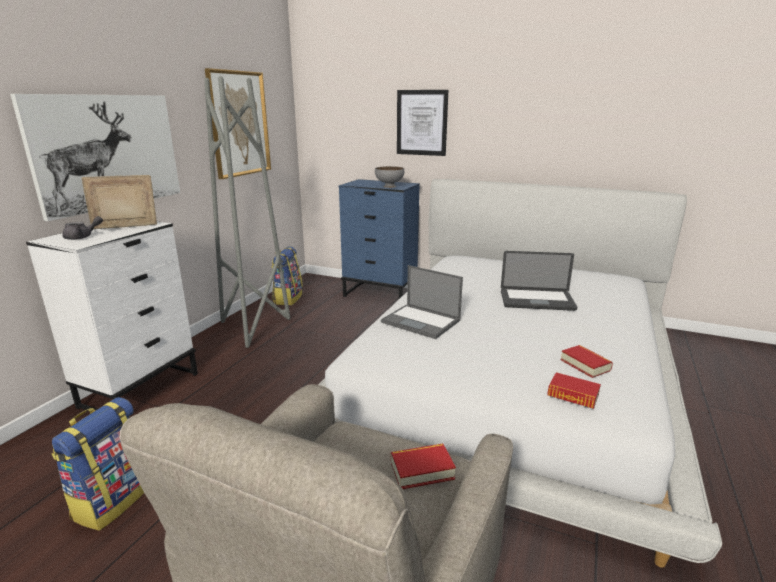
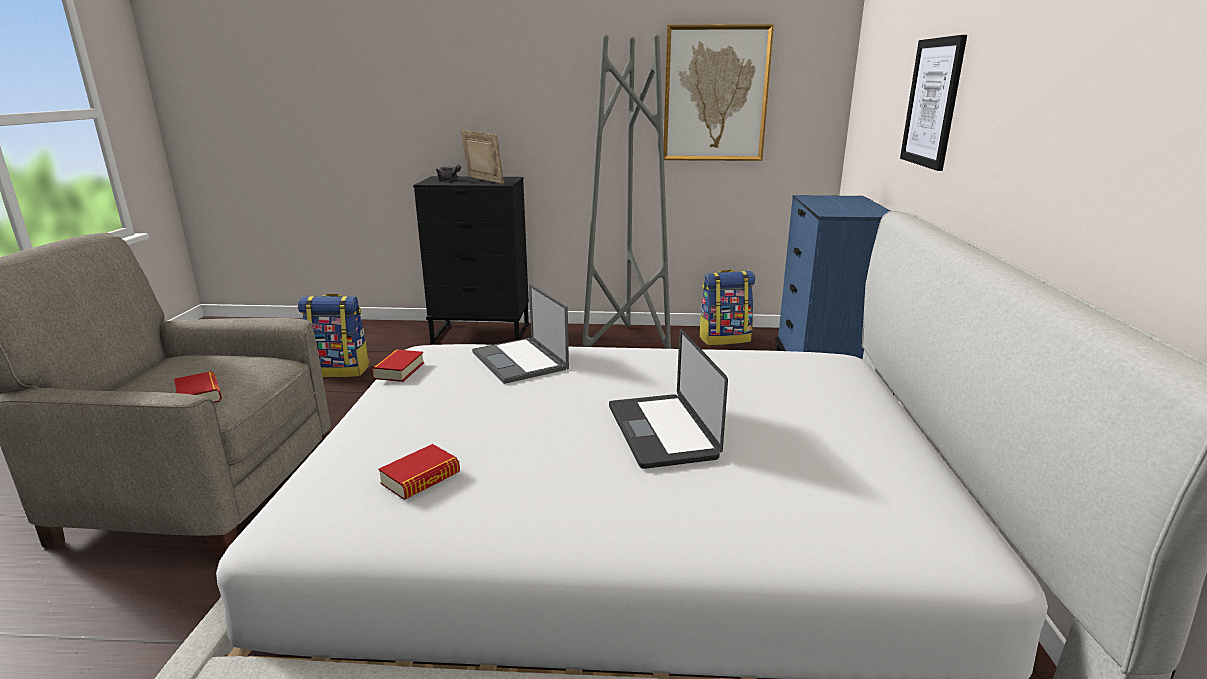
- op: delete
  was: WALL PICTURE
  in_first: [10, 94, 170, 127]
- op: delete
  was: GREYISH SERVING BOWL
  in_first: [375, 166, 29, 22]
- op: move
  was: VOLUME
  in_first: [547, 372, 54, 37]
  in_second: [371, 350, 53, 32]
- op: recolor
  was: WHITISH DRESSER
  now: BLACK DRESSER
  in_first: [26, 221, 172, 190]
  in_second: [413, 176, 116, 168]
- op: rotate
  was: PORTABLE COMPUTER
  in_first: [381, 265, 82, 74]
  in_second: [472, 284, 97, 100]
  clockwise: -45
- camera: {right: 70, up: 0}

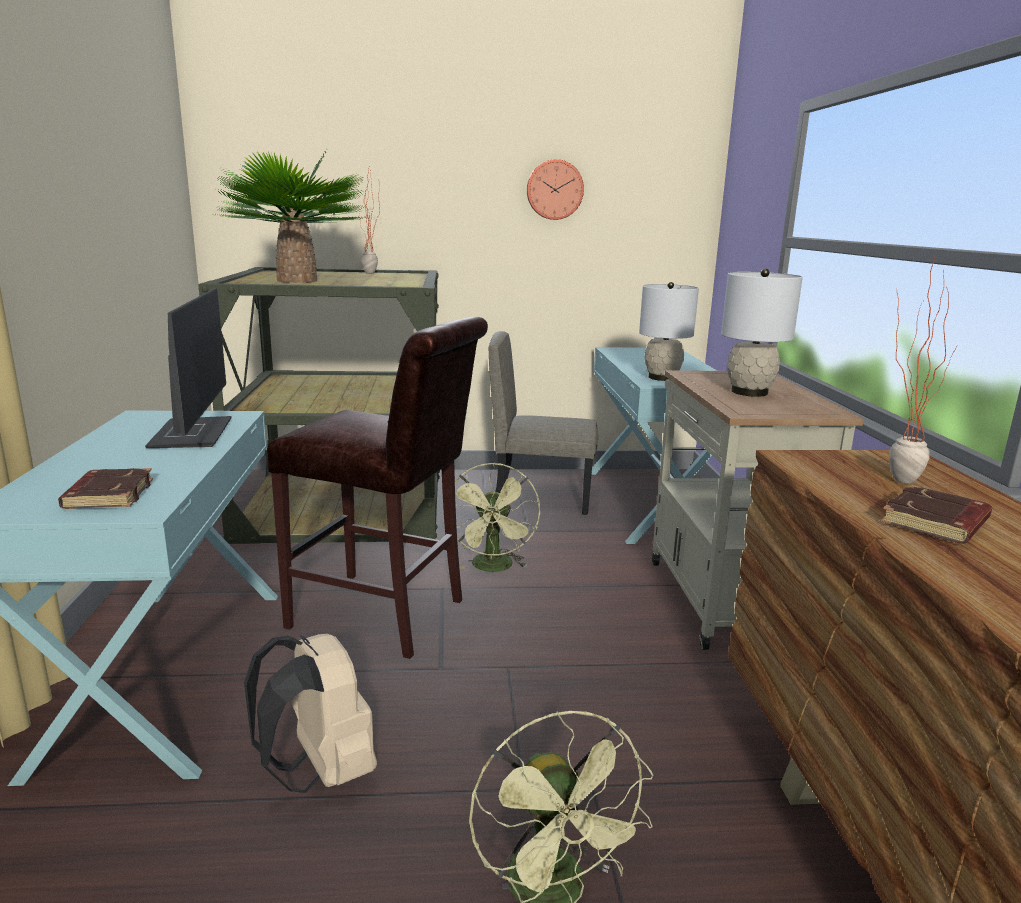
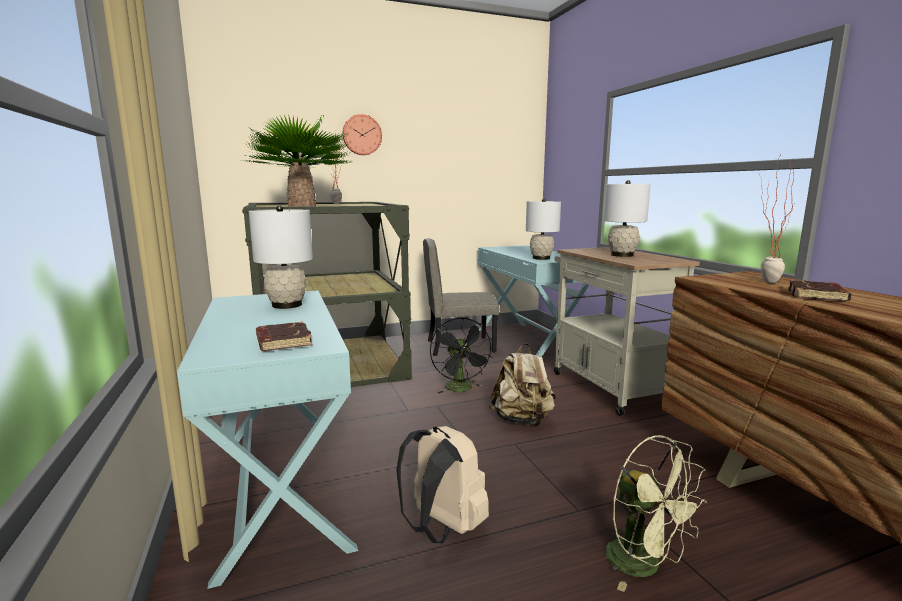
- op: delete
  was: BROWN STOOL SEAT
  in_first: [267, 317, 221, 342]
- op: insert
  now: BEIGE-COLOURED RUCKSACK
  in_second: [489, 343, 67, 83]
- op: move
  was: WALL CLOCK
  in_first: [527, 159, 57, 61]
  in_second: [343, 114, 39, 41]
- op: replace
  was: COMPUTER SCREEN
  now: WHITISH TABLE LAMP
  in_first: [145, 288, 87, 160]
  in_second: [249, 205, 64, 104]
- op: recolor
  was: GREENISH ELECTRIC FAN
  now: BLACK ELECTRIC FAN
  in_first: [455, 462, 85, 110]
  in_second: [430, 317, 63, 76]
- camera: {right: -15, up: -5}

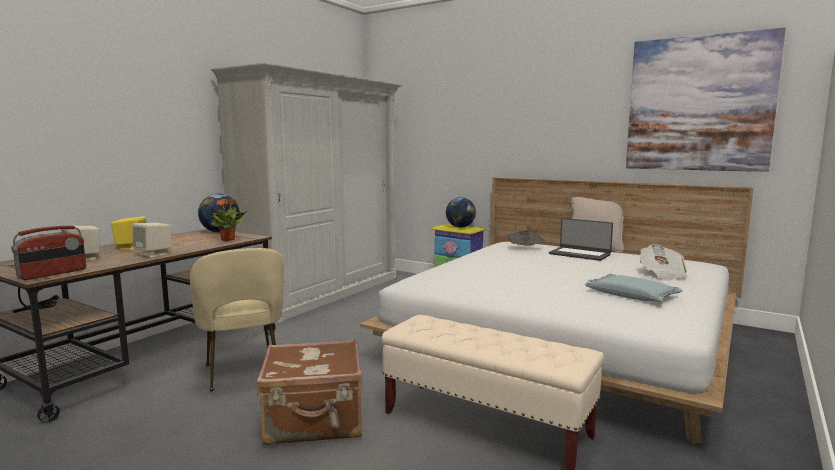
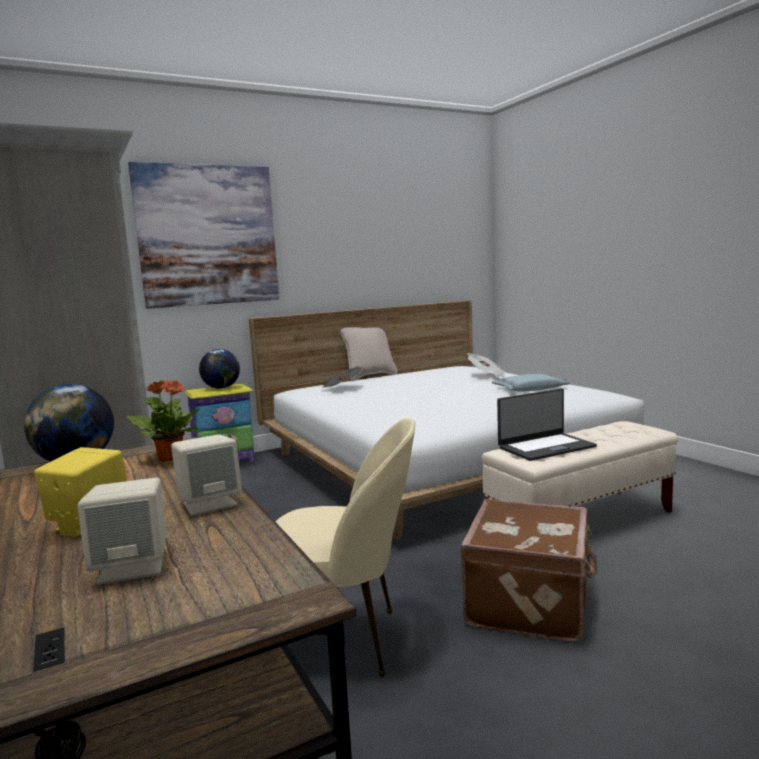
- op: delete
  was: RADIO RECEIVER
  in_first: [11, 226, 75, 54]
- op: move
  was: PORTABLE COMPUTER
  in_first: [549, 218, 64, 43]
  in_second: [497, 388, 100, 73]
- op: move
  was: WALL PICTURE
  in_first: [626, 27, 160, 145]
  in_second: [128, 162, 151, 147]
- camera: {right: -60, up: 0}

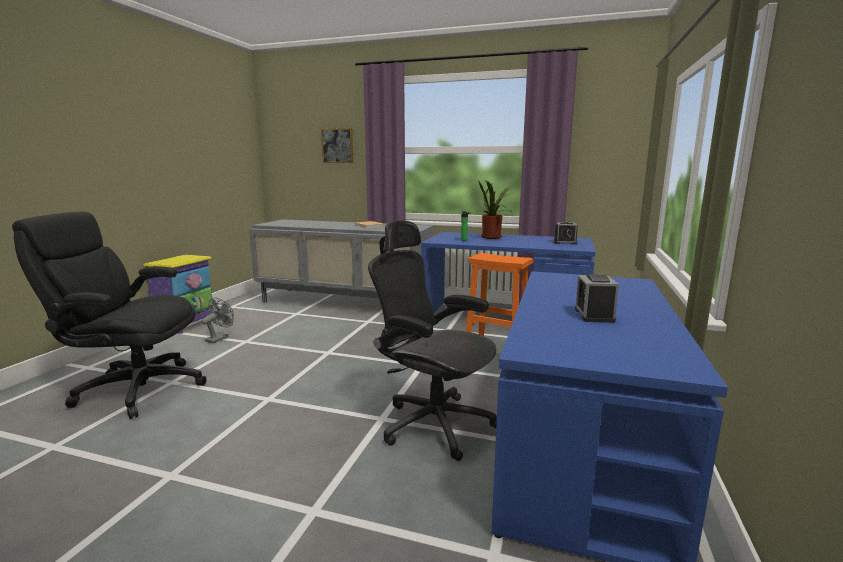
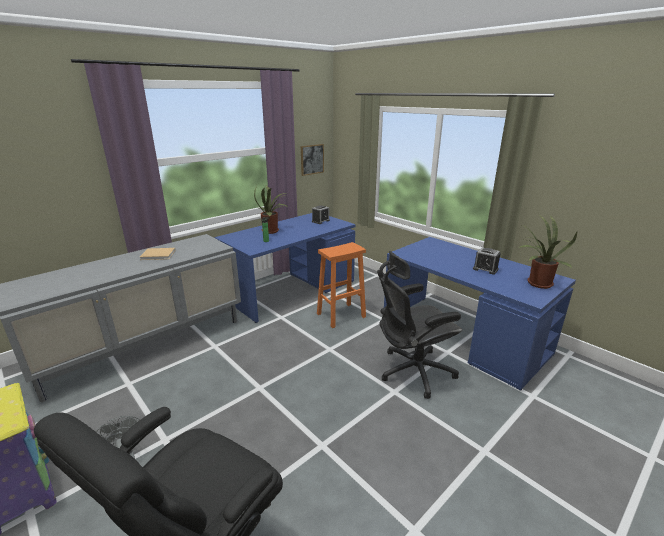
- op: insert
  now: PLANT IN A POT
  in_second: [518, 215, 60, 74]
- op: move
  was: WALL PICTURE
  in_first: [321, 128, 32, 35]
  in_second: [301, 144, 23, 32]
- camera: {right: -60, up: 10}

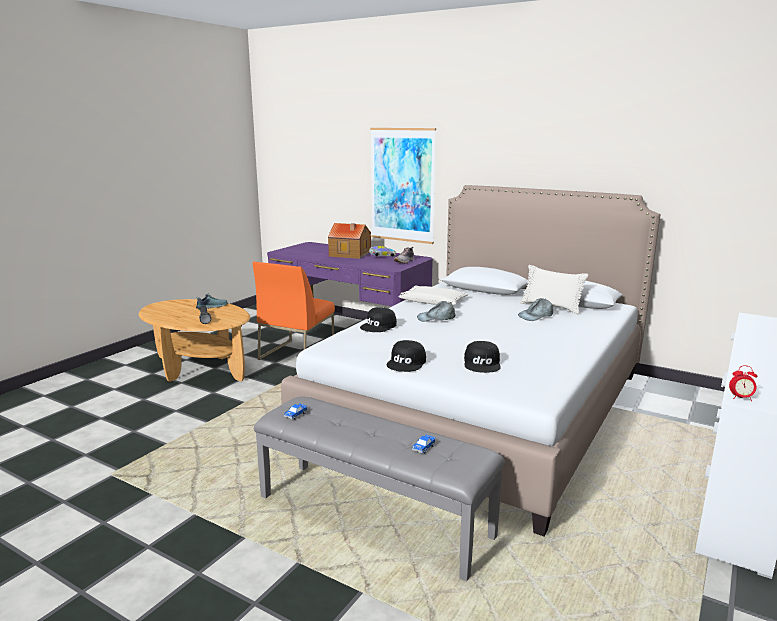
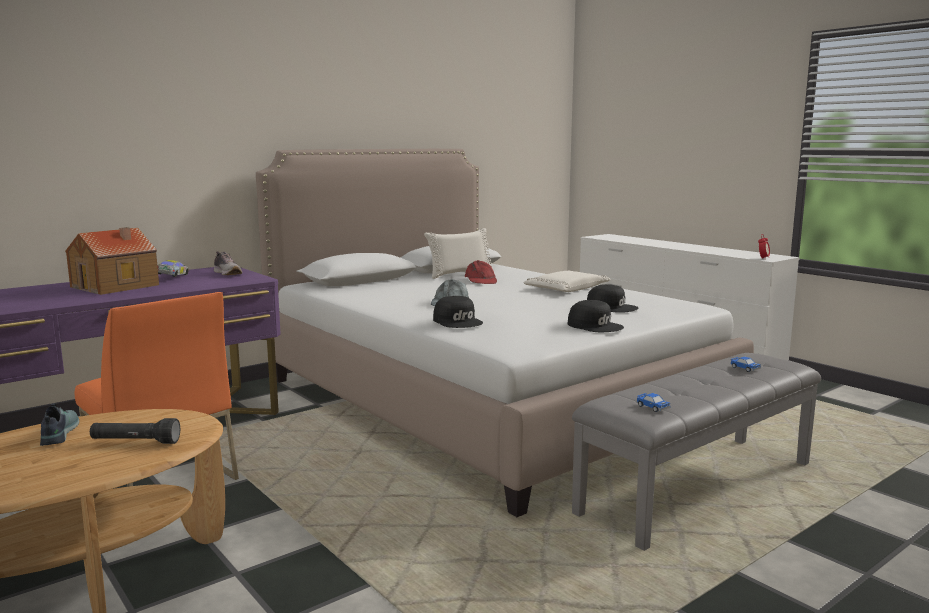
- op: delete
  was: WALL PICTURE
  in_first: [370, 128, 66, 116]
- op: move
  was: WHITISH PILLOW
  in_first: [399, 285, 69, 20]
  in_second: [524, 271, 86, 21]
- op: recolor
  was: GREYISH BASEBALL CAP
  now: RED BASEBALL CAP
  in_first: [518, 298, 35, 23]
  in_second: [465, 260, 32, 24]
- camera: {right: -70, up: -5}

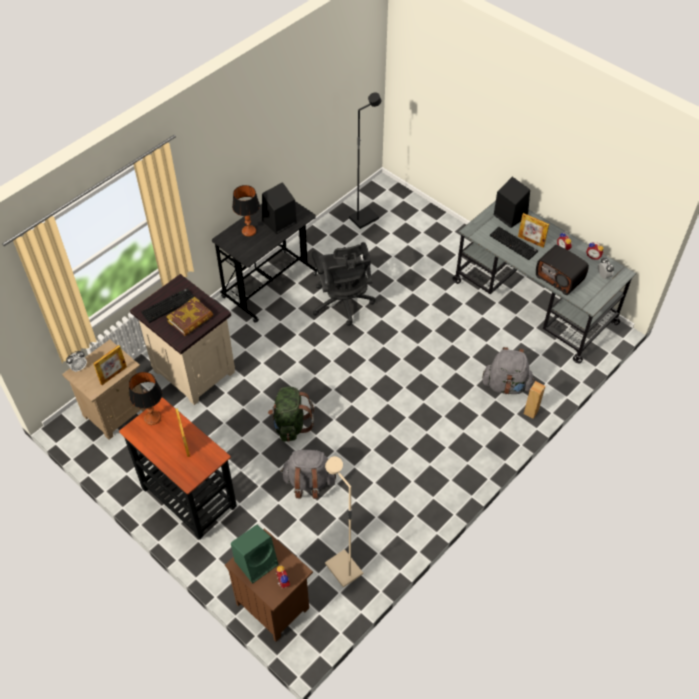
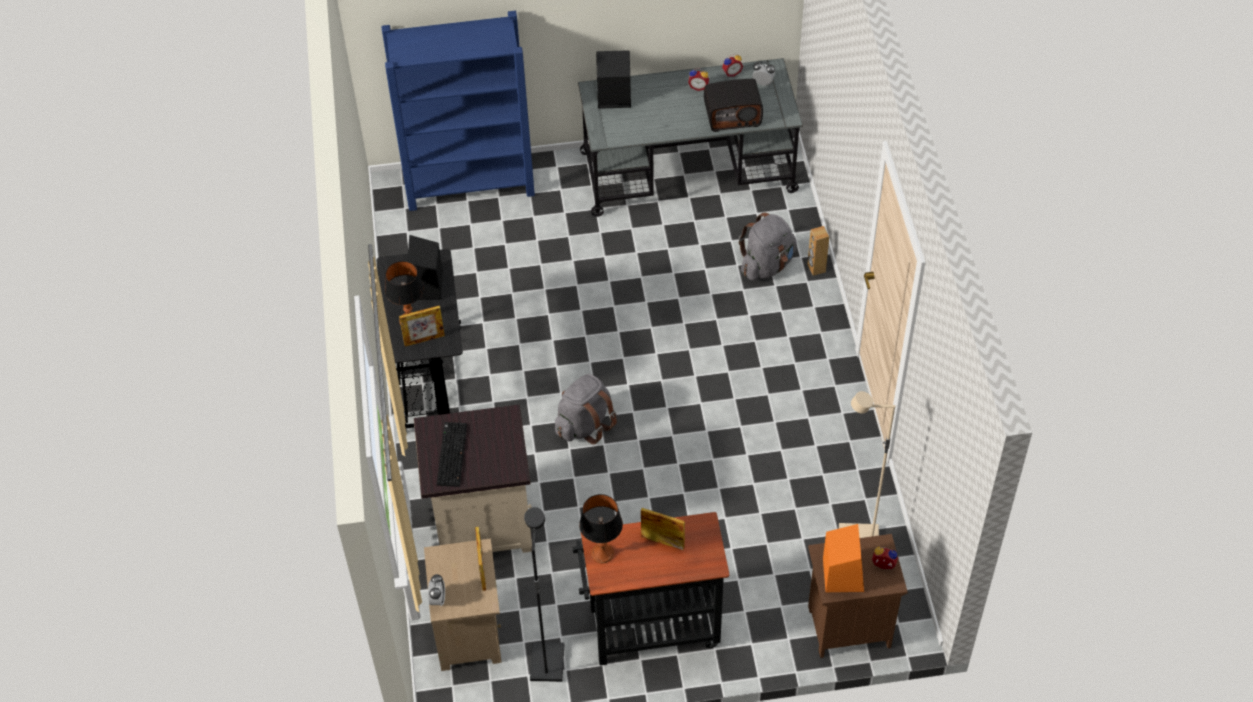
- op: delete
  was: VOLUME
  in_first: [166, 297, 47, 39]
- op: delete
  was: GREENISH RUCKSACK
  in_first: [268, 387, 46, 55]
- op: delete
  was: COMPUTER CHAIR
  in_first: [312, 242, 64, 84]
- op: delete
  was: PC KEYBOARD
  in_first: [490, 227, 48, 33]
- op: insert
  now: BLUISH BOOKSHELF
  in_second: [381, 11, 154, 200]
- op: move
  was: GREYISH RUCKSACK
  in_first: [281, 450, 55, 49]
  in_second: [555, 374, 62, 70]
- op: move
  was: BLACK STANDARD LAMP
  in_first: [349, 93, 32, 136]
  in_second: [524, 507, 40, 175]
- op: move
  was: PICTURE FRAME
  in_first: [518, 213, 31, 34]
  in_second: [399, 305, 46, 42]
- op: recolor
  was: GREENISH SPEAKER
  now: ORANGE SPEAKER
  in_first: [231, 525, 47, 59]
  in_second: [823, 524, 41, 68]
- camera: {right: -50, up: 0}

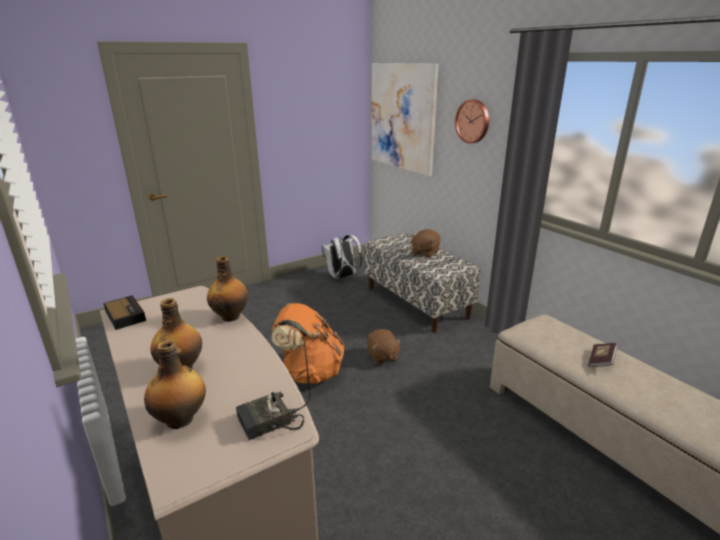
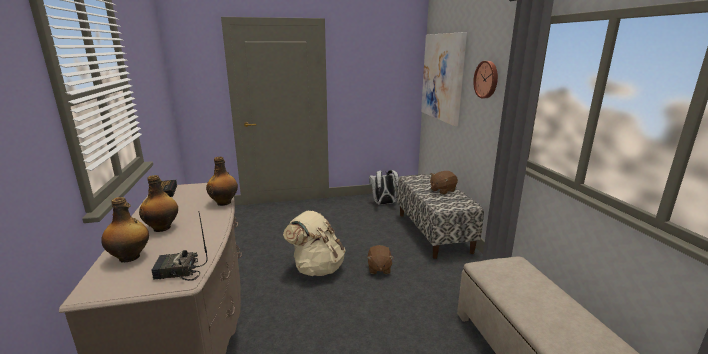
- op: delete
  was: VOLUME
  in_first: [588, 343, 30, 24]
- op: recolor
  was: ORANGE RUCKSACK
  now: BEIGE-COLOURED RUCKSACK
  in_first: [272, 303, 73, 81]
  in_second: [283, 210, 62, 66]
- camera: {right: 20, up: -5}

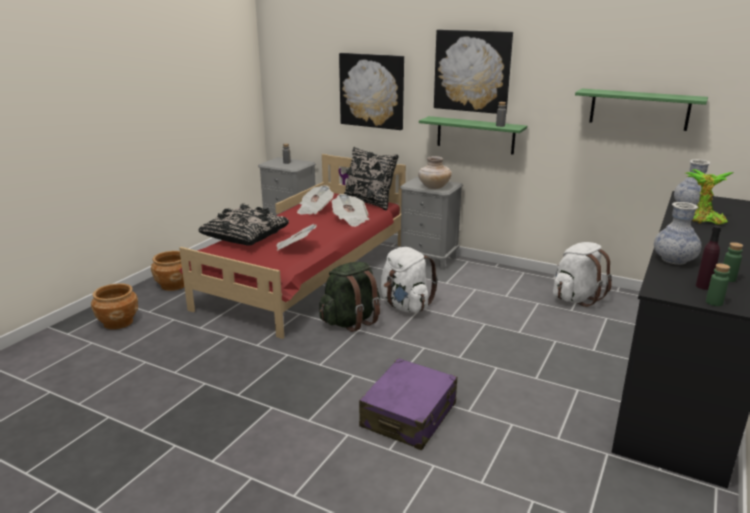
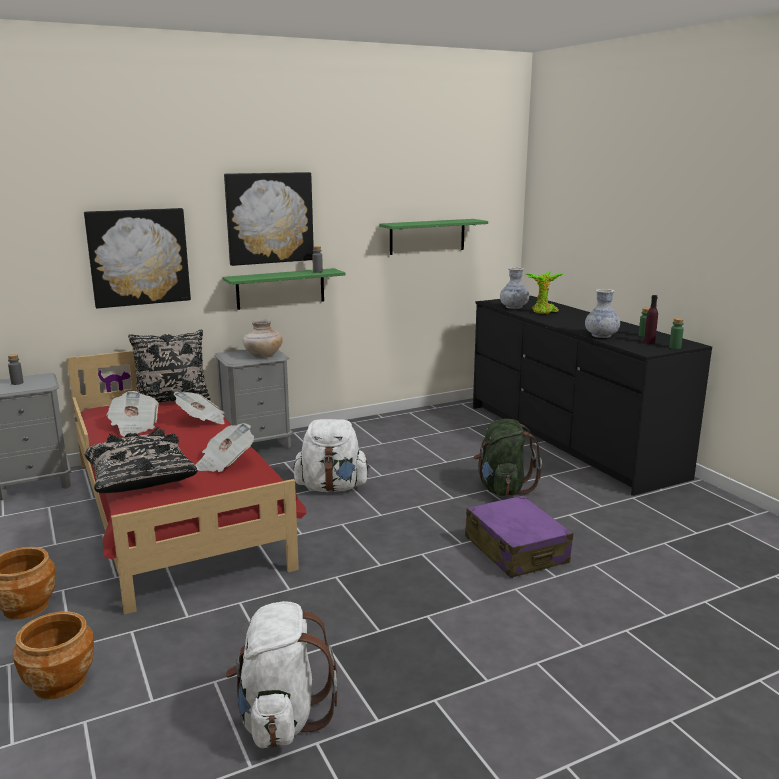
- op: move
  was: GREENISH RUCKSACK
  in_first: [319, 262, 61, 70]
  in_second: [473, 419, 69, 77]
- op: move
  was: WHITISH RUCKSACK
  in_first: [553, 242, 59, 65]
  in_second: [225, 601, 112, 147]
- camera: {right: -55, up: -5}

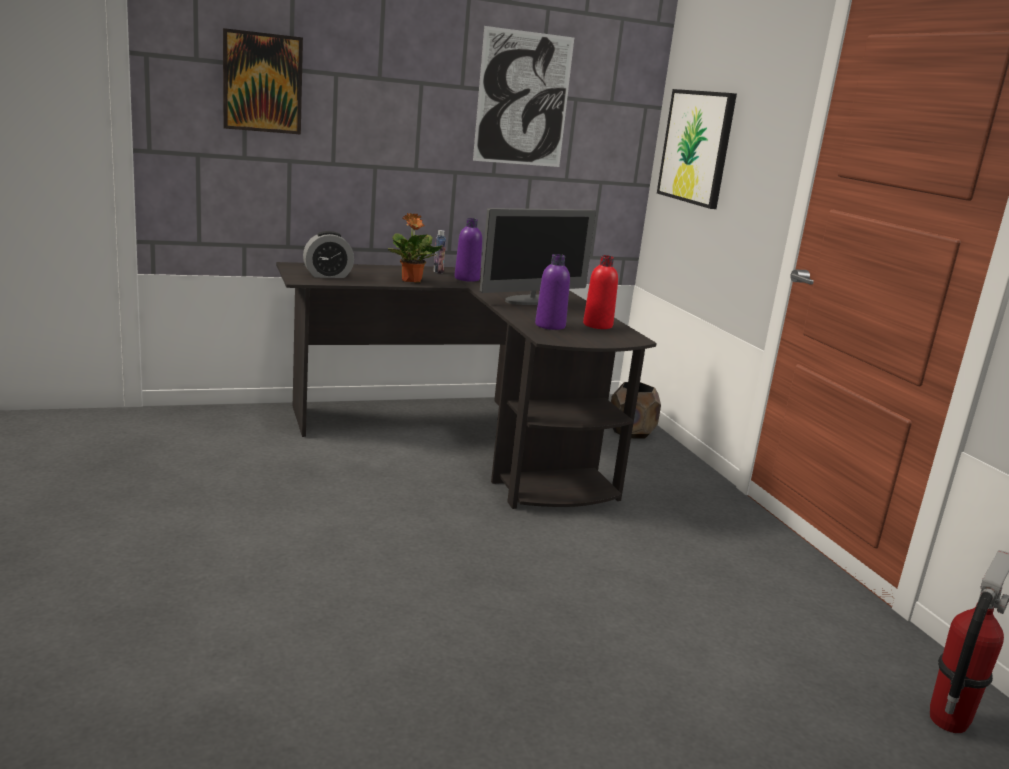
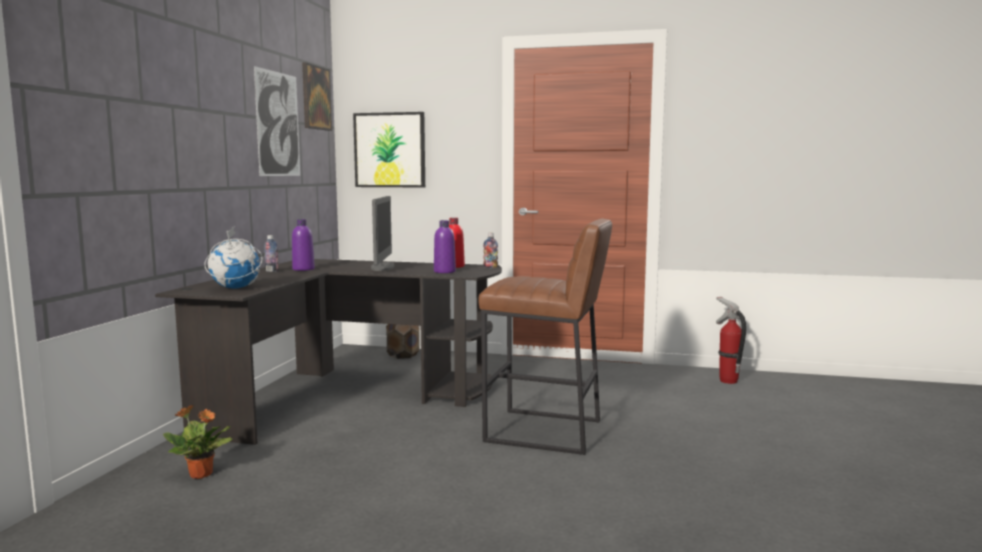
- op: insert
  now: BROWN STOOL SEAT
  in_second: [478, 218, 134, 237]
- op: insert
  now: BEVERAGE BOTTLE
  in_second: [483, 233, 15, 35]
- op: move
  was: WALL PICTURE
  in_first: [223, 28, 80, 107]
  in_second: [302, 62, 30, 69]
- op: move
  was: PLANT IN A POT
  in_first: [388, 213, 54, 70]
  in_second: [163, 405, 69, 74]
- op: replace
  was: BEDSIDE CLOCK
  now: DESK GLOBE
  in_first: [303, 231, 51, 47]
  in_second: [205, 226, 58, 63]
- camera: {right: -55, up: -10}

